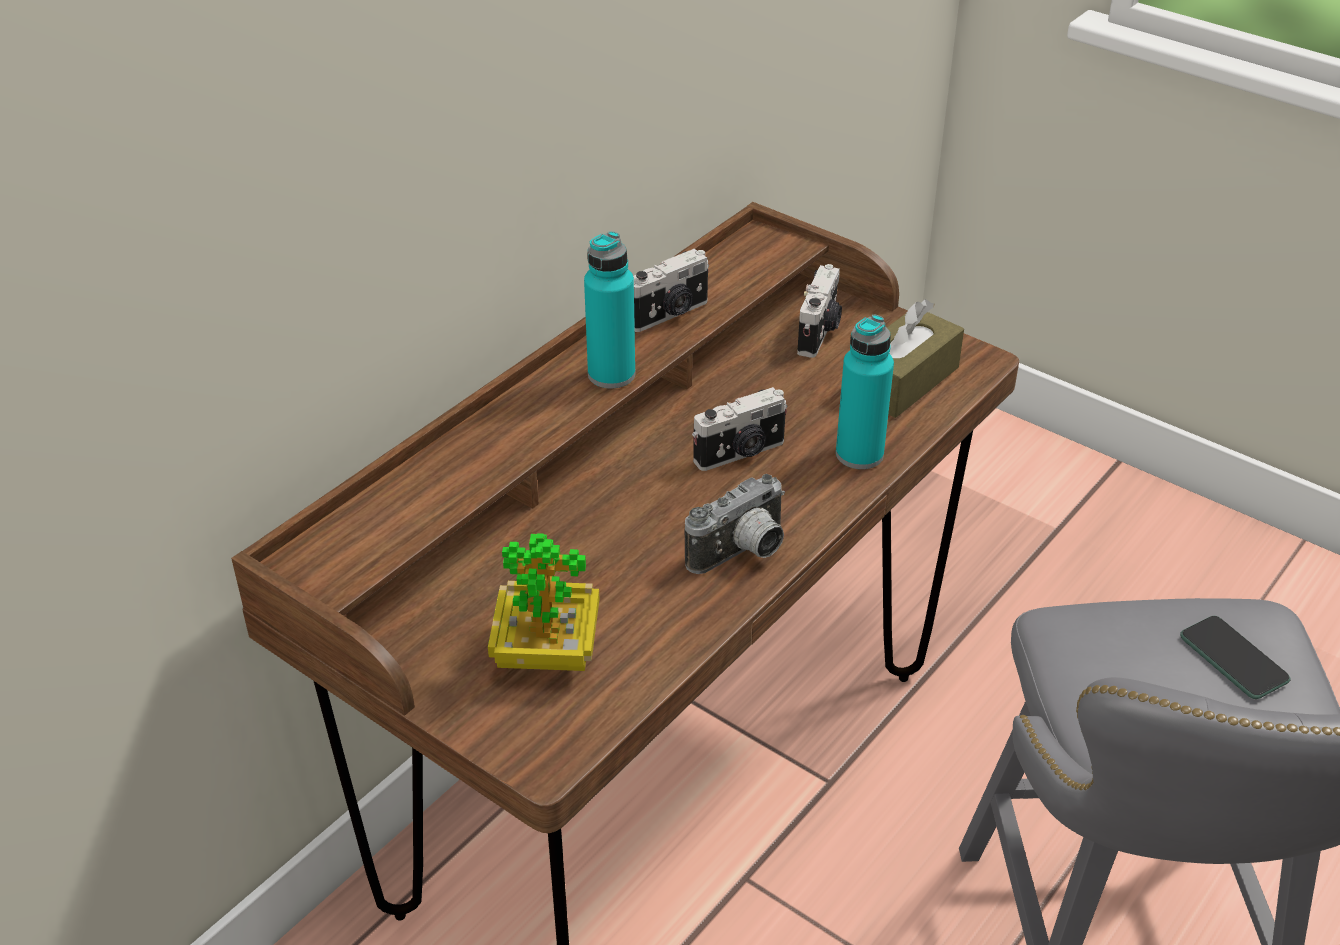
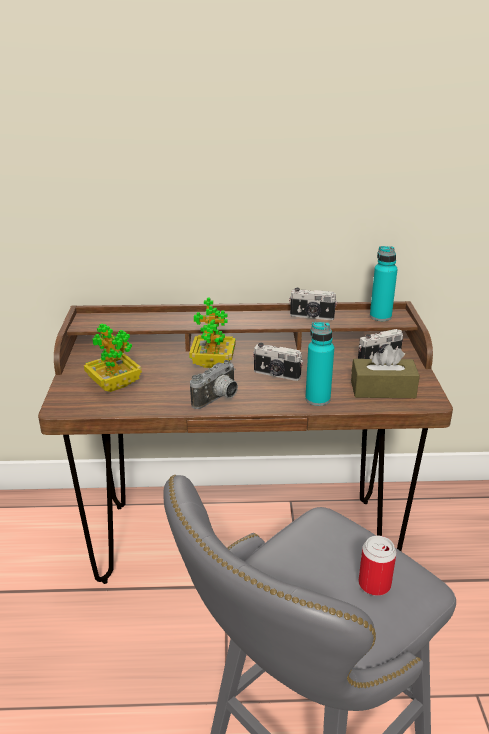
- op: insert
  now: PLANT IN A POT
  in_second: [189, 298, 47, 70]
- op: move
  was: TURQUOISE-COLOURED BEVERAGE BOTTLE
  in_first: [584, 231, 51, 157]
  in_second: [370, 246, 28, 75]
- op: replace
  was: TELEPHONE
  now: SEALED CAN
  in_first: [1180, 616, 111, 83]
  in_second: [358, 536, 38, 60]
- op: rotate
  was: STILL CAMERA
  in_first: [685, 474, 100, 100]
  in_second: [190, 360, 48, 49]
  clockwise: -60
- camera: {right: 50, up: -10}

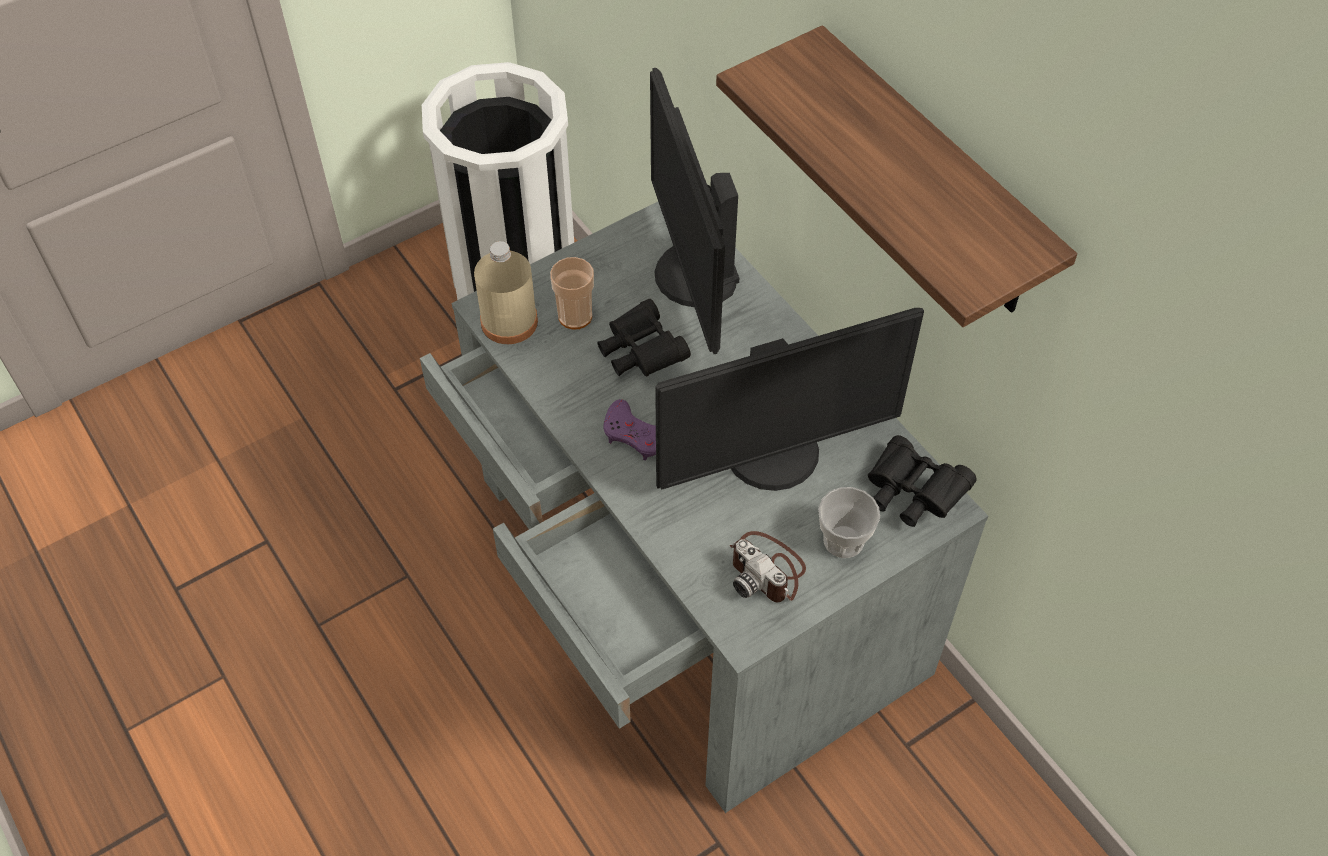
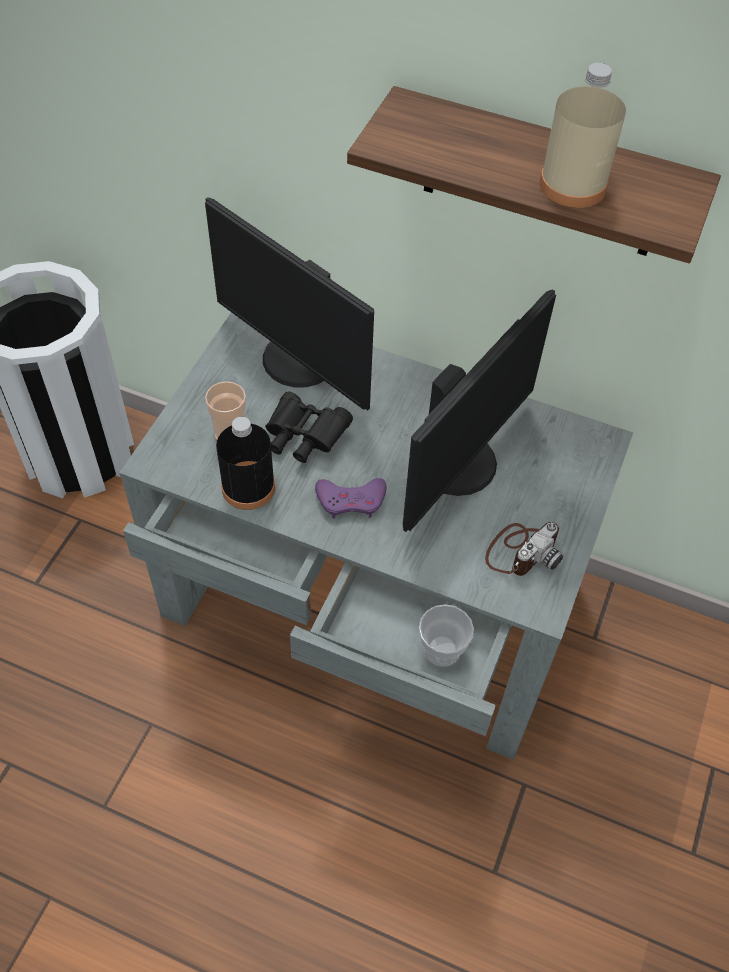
- op: delete
  was: BLACK PAIR OF BINOCULARS
  in_first: [868, 435, 108, 92]
- op: insert
  now: BLACK BEVERAGE BOTTLE
  in_second: [216, 417, 59, 93]
- op: move
  was: BEIGE-COLOURED BEVERAGE BOTTLE
  in_first: [474, 241, 64, 103]
  in_second: [540, 63, 86, 145]
- op: move
  was: CUP
  in_first: [818, 487, 62, 71]
  in_second: [419, 604, 55, 63]
- op: rotate
  was: STILL CAMERA
  in_first: [729, 531, 77, 71]
  in_second: [485, 522, 78, 54]
  clockwise: -60
- camera: {right: -35, up: 0}

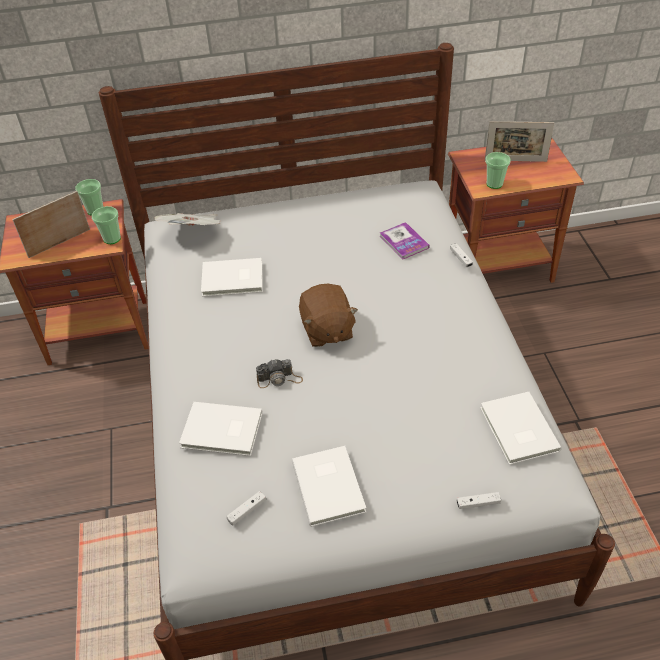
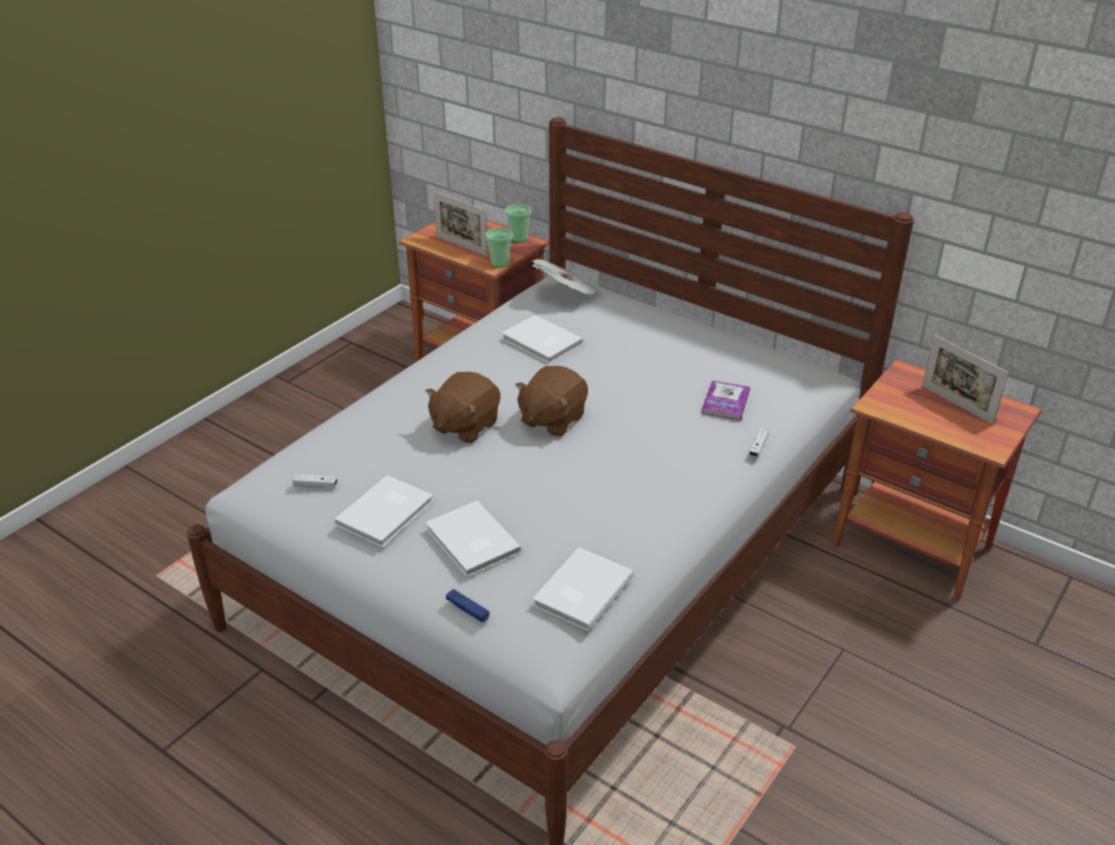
- op: delete
  was: CUP
  in_first: [485, 152, 26, 37]
- op: move
  was: WHITISH VOLUME
  in_first: [179, 402, 83, 54]
  in_second: [425, 501, 96, 76]
- op: replace
  was: STILL CAMERA
  now: BROWN CUDDLY TOY
  in_first: [256, 359, 47, 29]
  in_second: [425, 372, 75, 71]
- op: recolor
  was: WHITISH GAME CONTROLLER
  now: BLUISH GAME CONTROLLER
  in_first: [457, 492, 44, 17]
  in_second: [446, 589, 43, 34]
- op: rotate
  was: PICTURE FRAME
  in_first: [12, 191, 78, 67]
  in_second: [433, 192, 55, 64]
  clockwise: -150
- camera: {right: 45, up: -10}

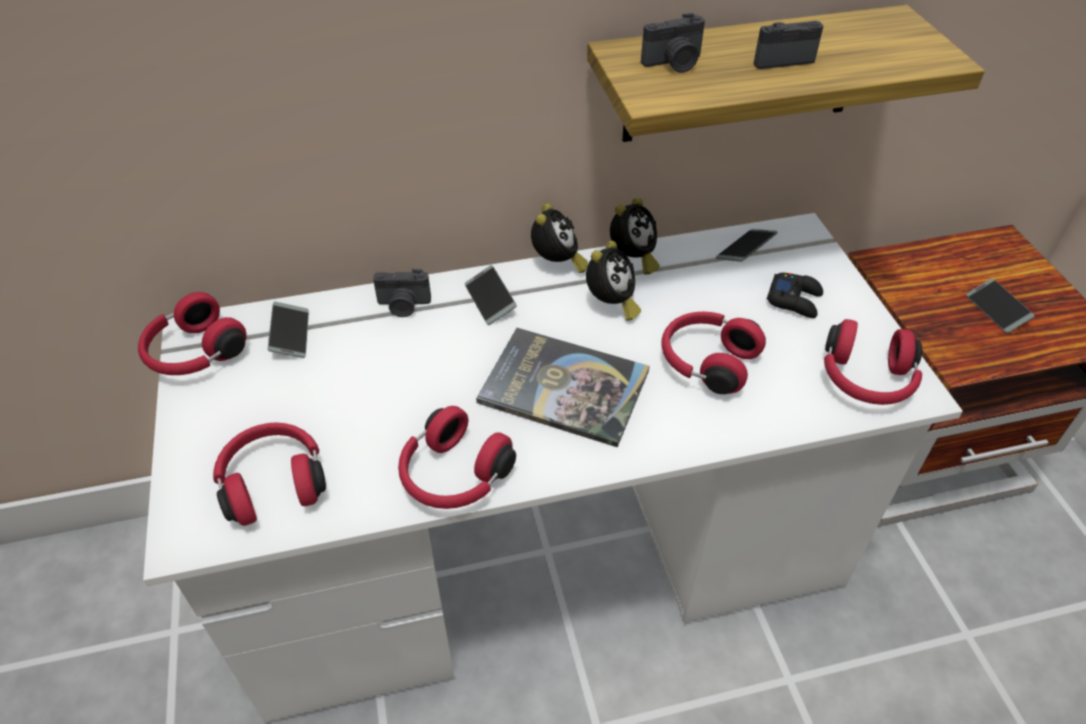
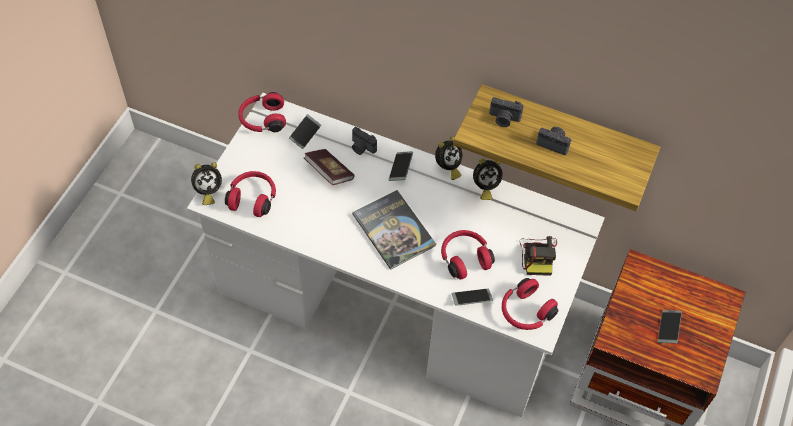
- op: delete
  was: RED PAIR OF HEADPHONES
  in_first: [398, 406, 118, 103]
- op: insert
  now: VOLUME
  in_second: [304, 149, 50, 36]
- op: move
  was: BEDSIDE CLOCK
  in_first: [586, 241, 55, 80]
  in_second: [191, 162, 31, 43]
- op: move
  was: TELEPHONE
  in_first: [716, 229, 62, 33]
  in_second: [452, 289, 41, 17]
- op: replace
  was: BLACK GAME CONTROLLER
  now: STILL CAMERA
  in_first: [767, 273, 56, 45]
  in_second: [520, 236, 37, 40]
- camera: {right: 35, up: 10}

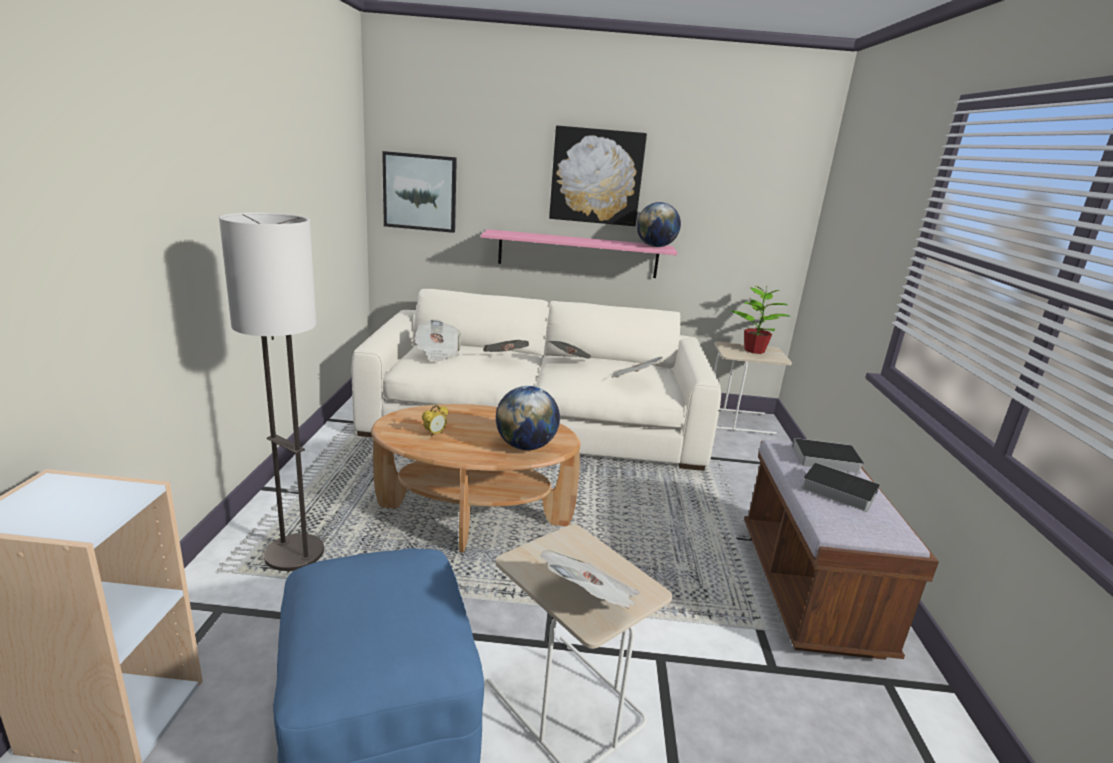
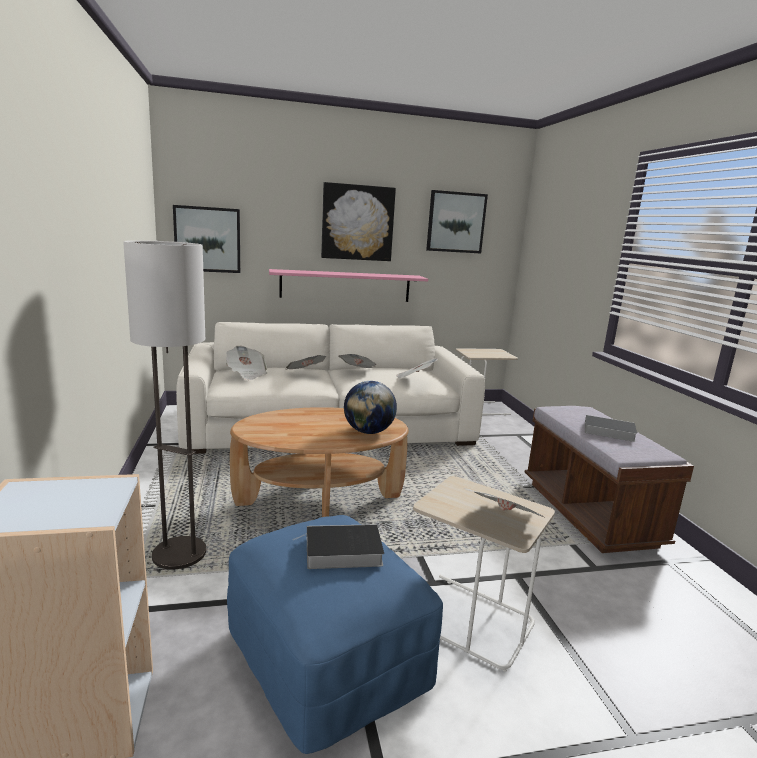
- op: delete
  was: BEDSIDE CLOCK
  in_first: [422, 405, 26, 32]
- op: delete
  was: DESK GLOBE
  in_first: [637, 202, 44, 45]
- op: delete
  was: PLANT IN A POT
  in_first: [730, 284, 60, 70]
- op: insert
  now: WALL PICTURE
  in_second: [426, 190, 62, 63]
- op: move
  was: VOLUME
  in_first: [782, 438, 82, 36]
  in_second: [294, 524, 90, 45]
- camera: {right: -15, up: -5}

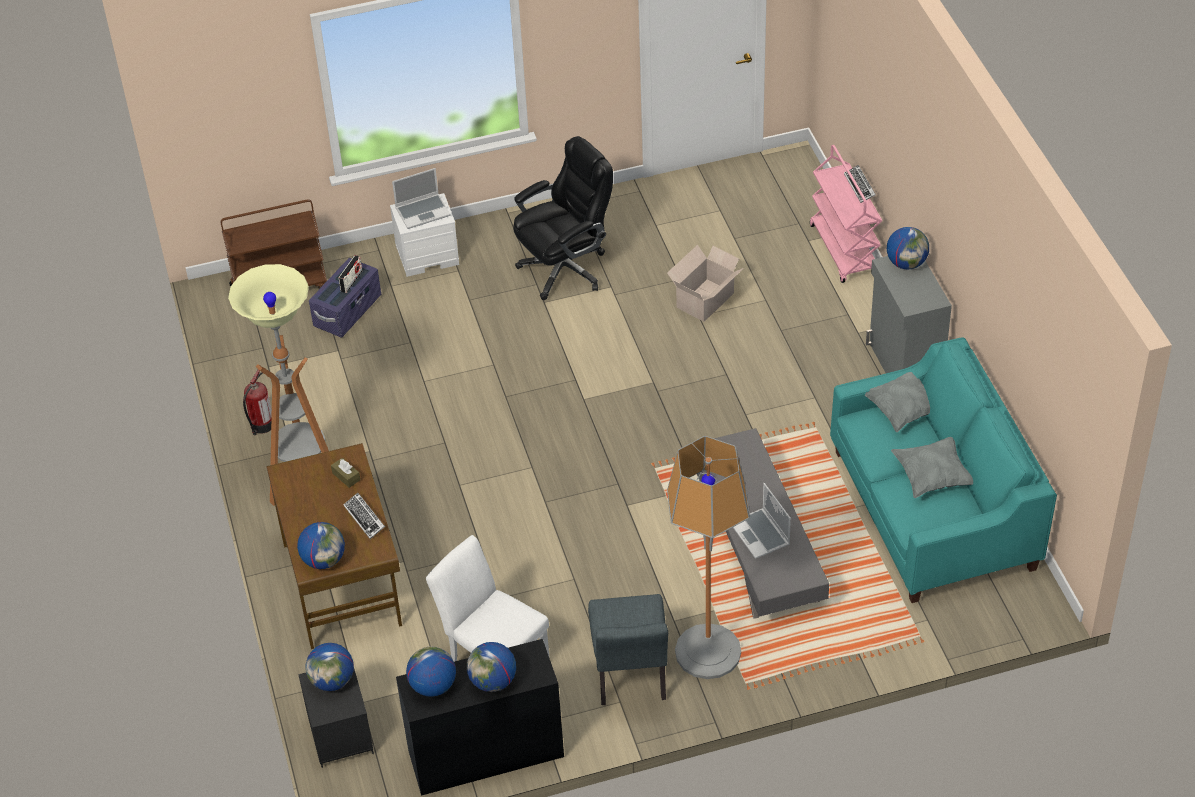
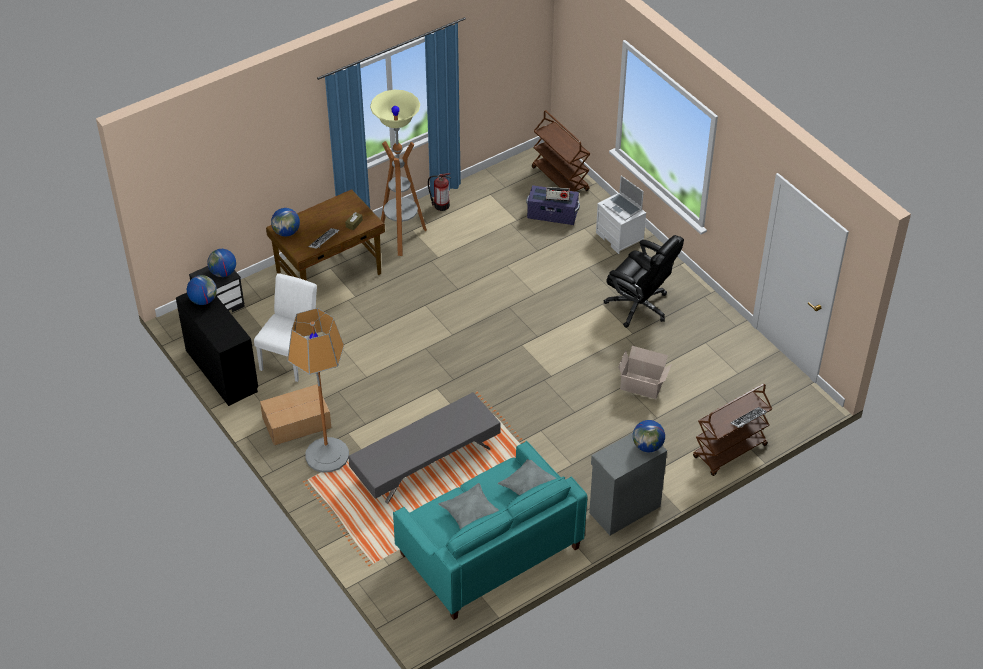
- op: delete
  was: DESK GLOBE
  in_first: [467, 642, 49, 50]
- op: delete
  was: PORTABLE COMPUTER
  in_first: [733, 483, 58, 76]
- op: replace
  was: GREYISH PLAIN CHAIR
  now: CARDBOARD BOX
  in_first: [588, 594, 80, 111]
  in_second: [260, 384, 72, 62]
- op: recolor
  was: PINKISH TROLLEY
  now: BROWN TROLLEY
  in_first: [810, 145, 72, 138]
  in_second: [693, 384, 79, 92]
- camera: {right: 70, up: 0}

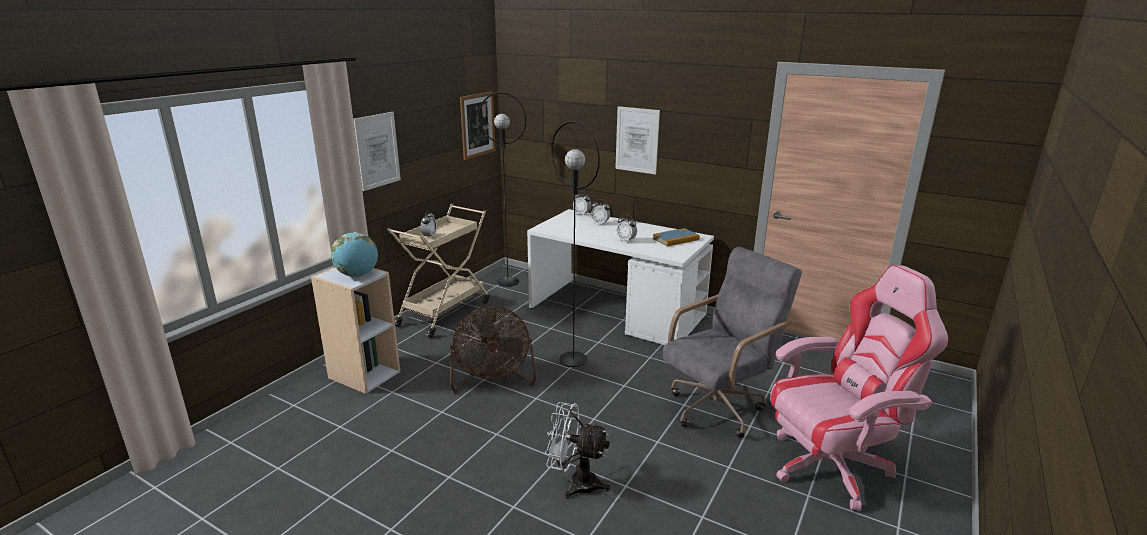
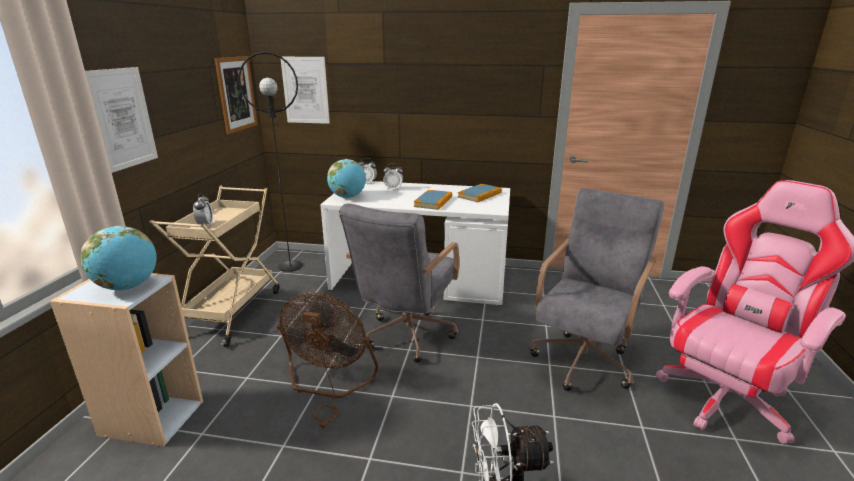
- op: insert
  now: DESK GLOBE
  in_second: [327, 159, 39, 39]
- op: move
  was: WALL PICTURE
  in_first: [615, 106, 45, 68]
  in_second: [280, 57, 50, 67]
- op: replace
  was: BLACK STANDARD LAMP
  now: GREYISH COMPUTER CHAIR
  in_first: [551, 121, 49, 246]
  in_second: [339, 203, 120, 160]
- op: replace
  was: BEDSIDE CLOCK
  now: VOLUME
  in_first: [617, 214, 20, 28]
  in_second: [414, 190, 38, 20]
- op: rotate
  was: BROWN ELECTRIC FAN
  in_first: [450, 306, 86, 88]
  in_second: [276, 293, 102, 135]
  clockwise: -135
- camera: {right: -20, up: 0}

